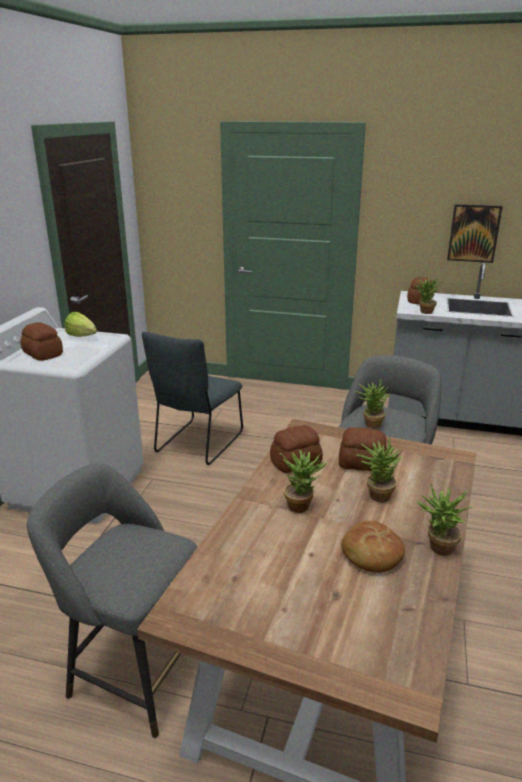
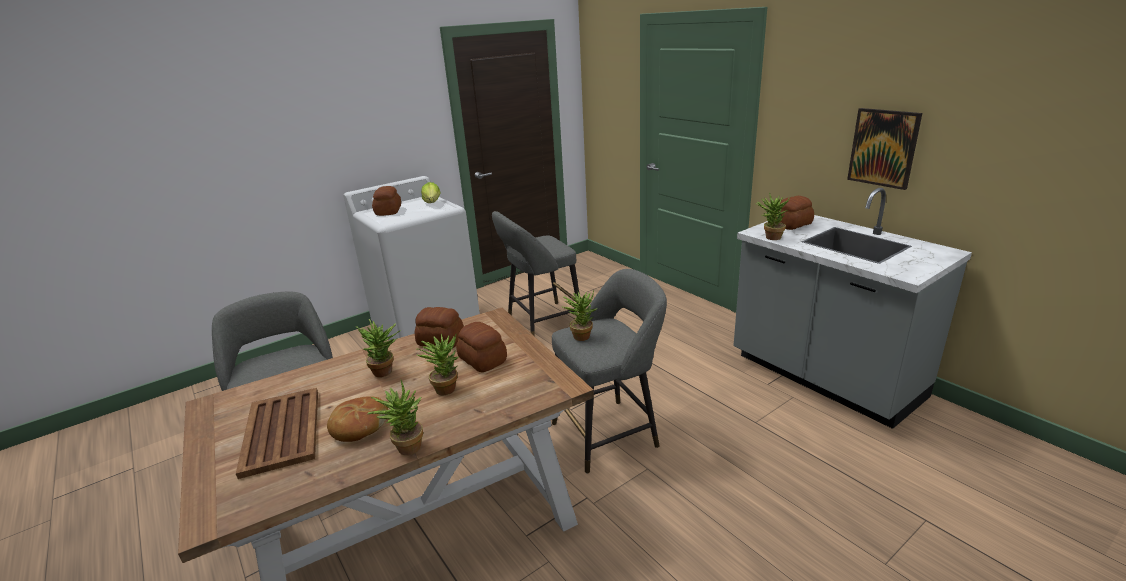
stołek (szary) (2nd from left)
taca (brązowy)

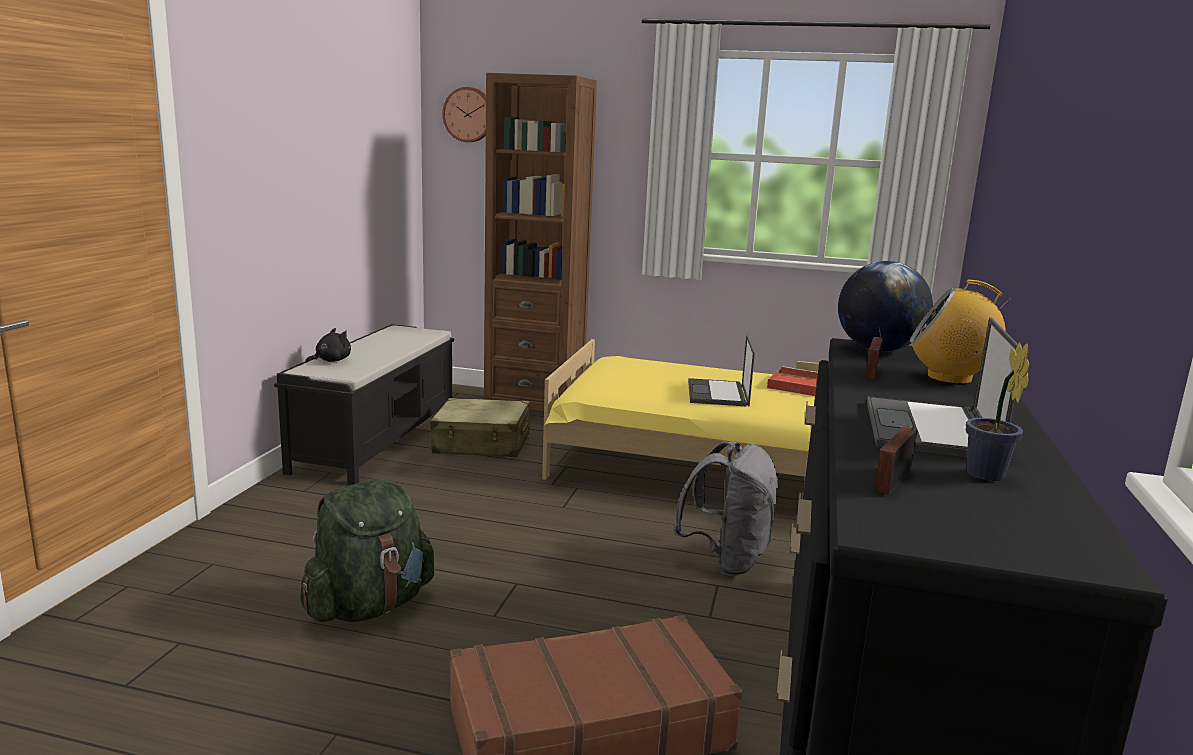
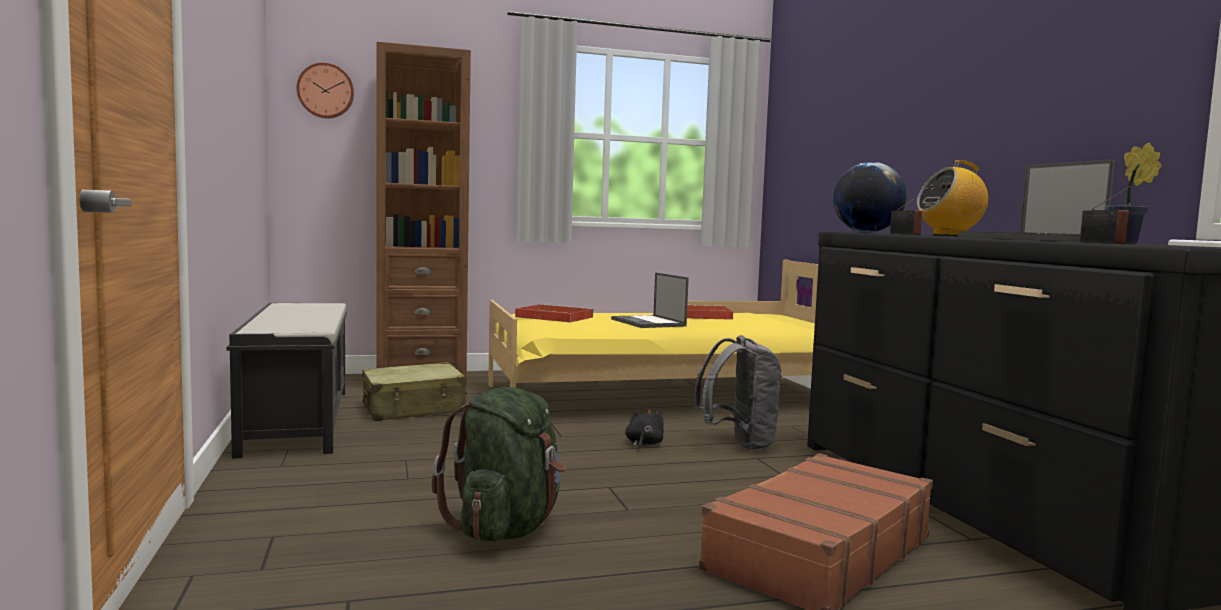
pluszak (czarny)
taca (czerwony) (1st from left)

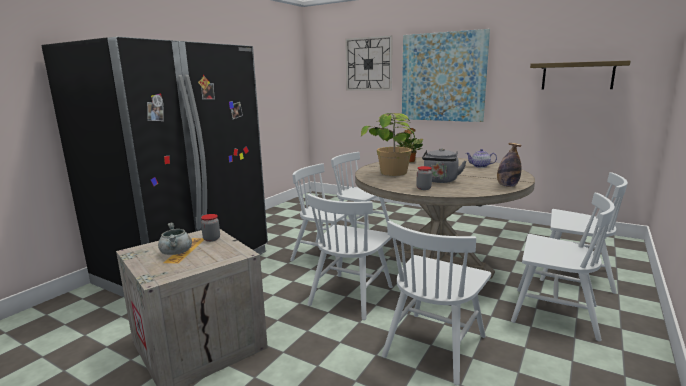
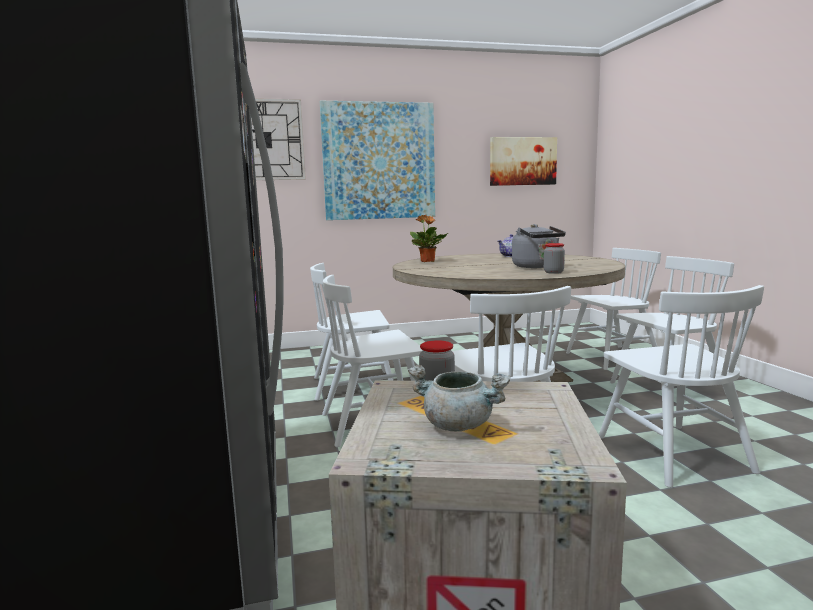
roślina doniczkowa (1st from left in the first image)
butelka
obraz (2nd from left)

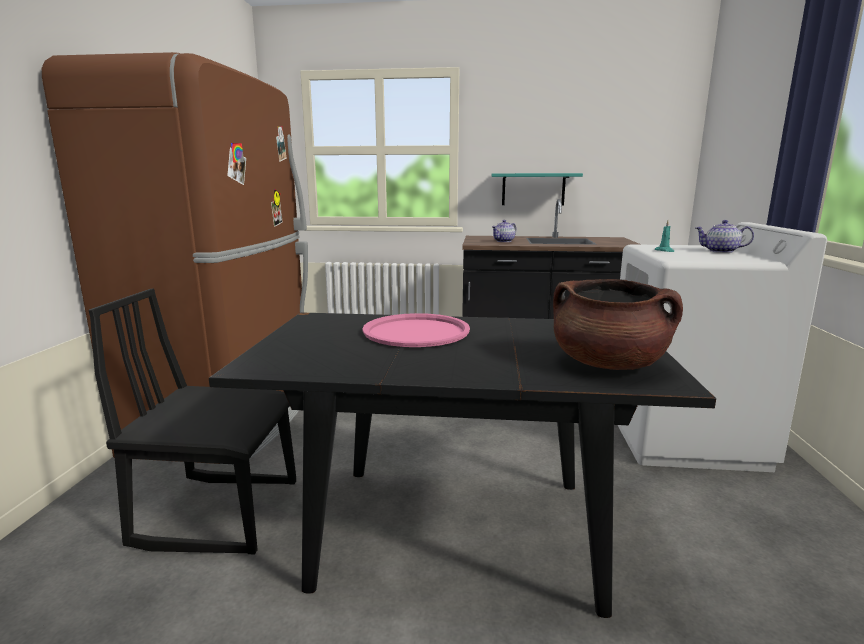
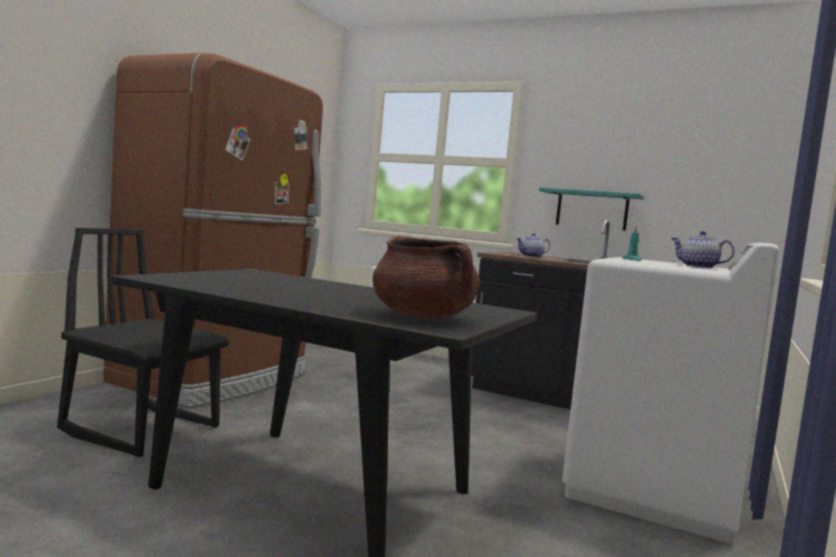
taca (różowy)

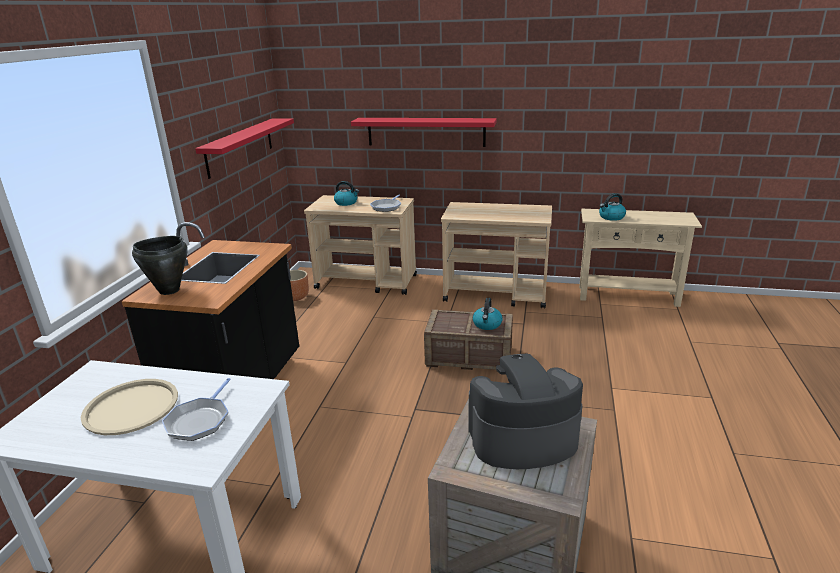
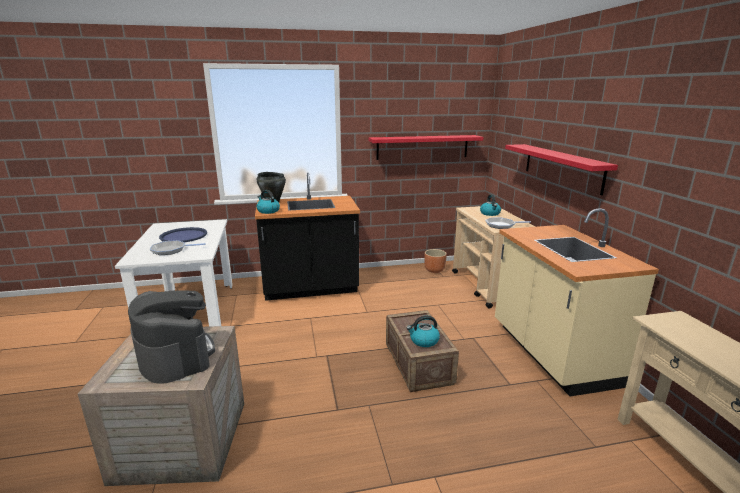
taca (niebieski)
zabudowa kuchenna (beżowy)
czajnik (1st from left)

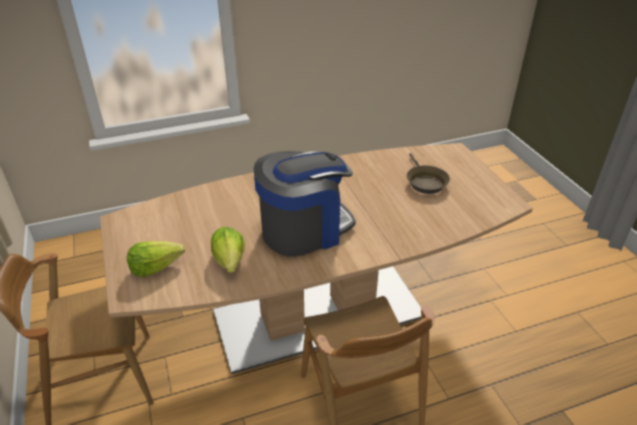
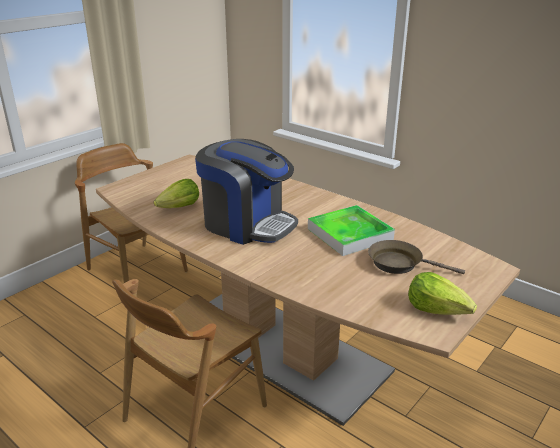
sałata (2nd from left)
patelnia (brązowy)
taca

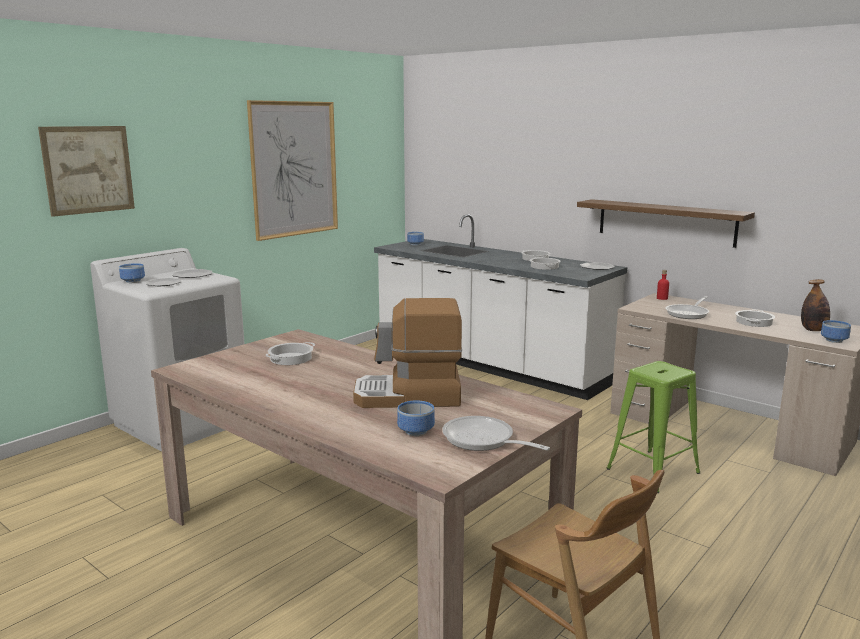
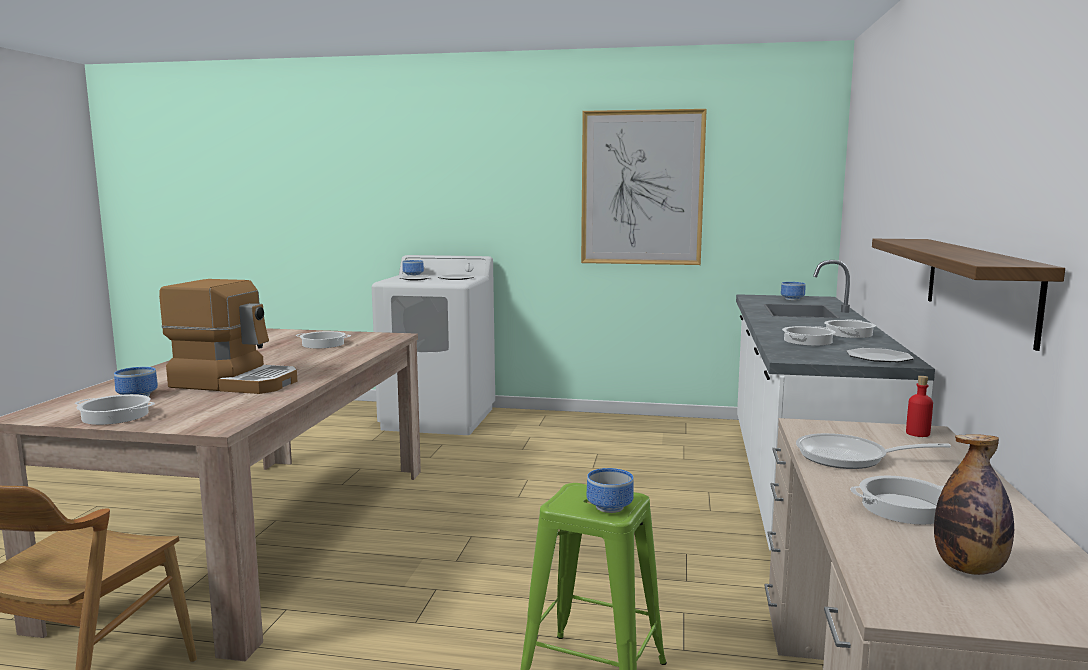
obraz (1st from left in the first image)
ekspres do kawy
garnek (1st from left)
miska (3rd from left)

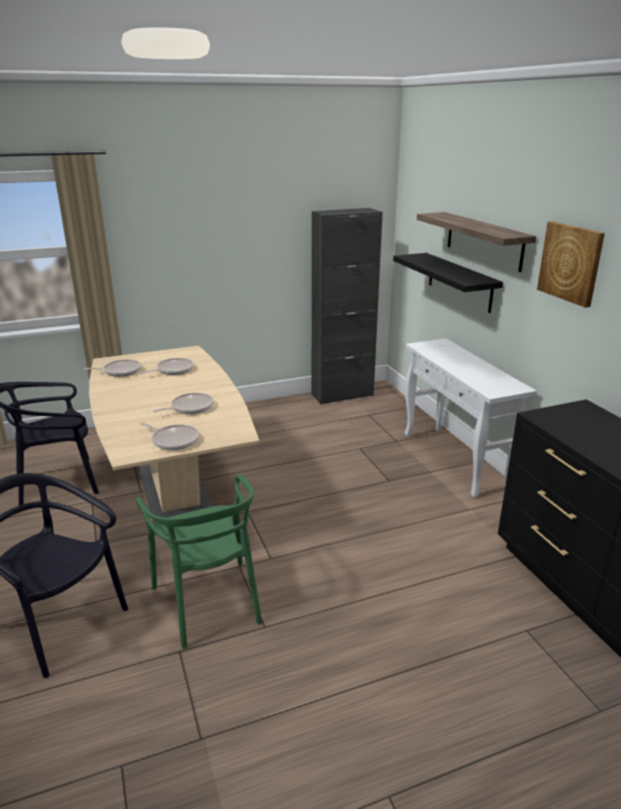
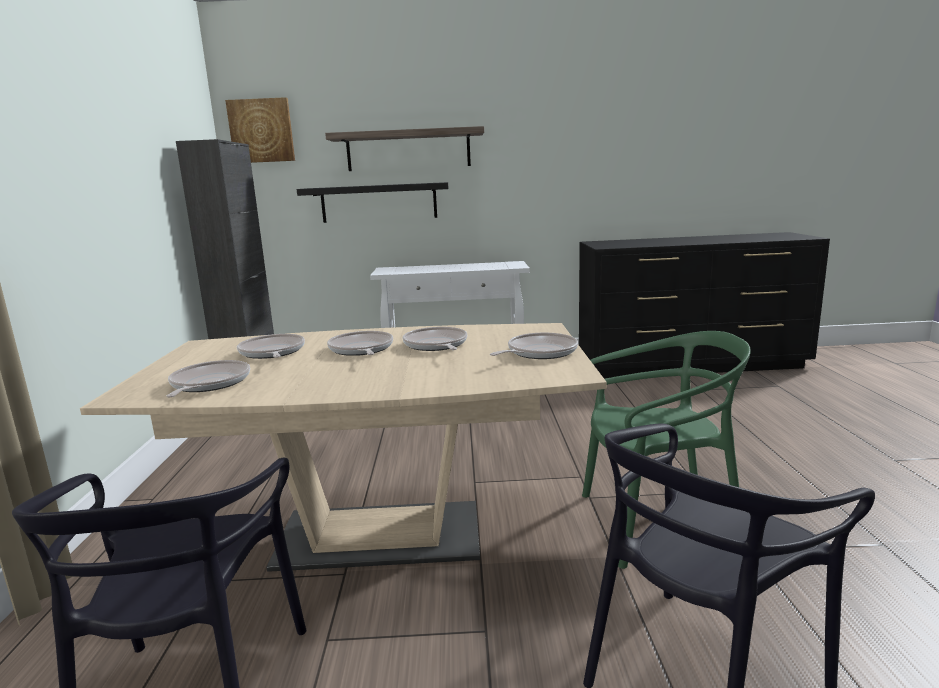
obraz
patelnia (3rd from left)

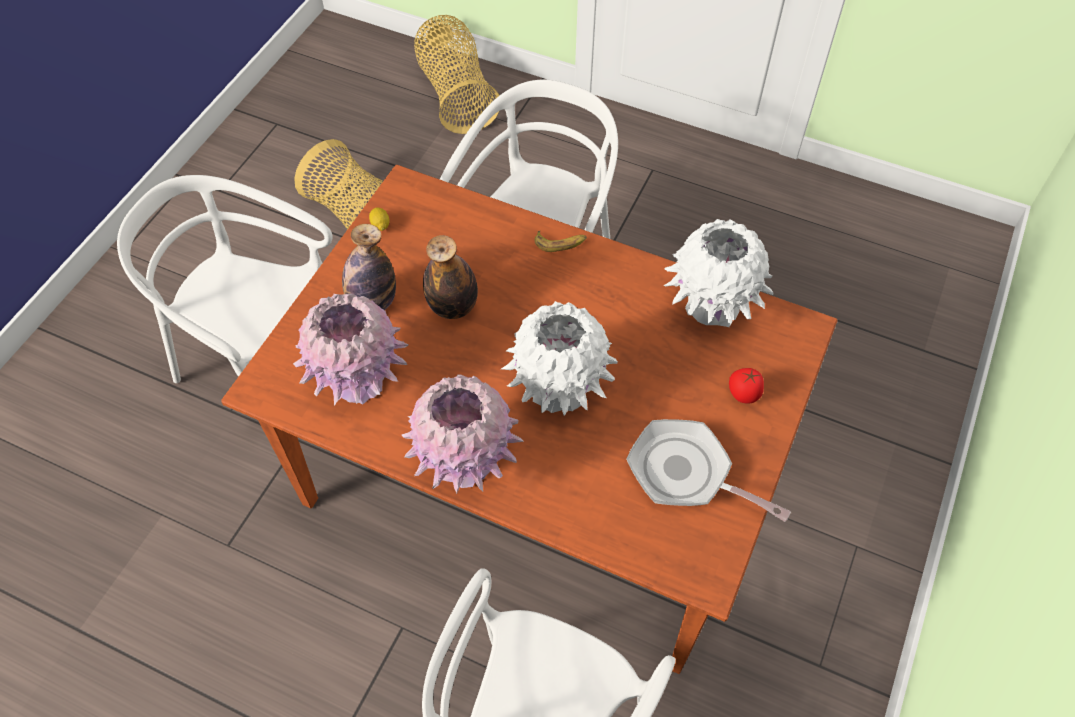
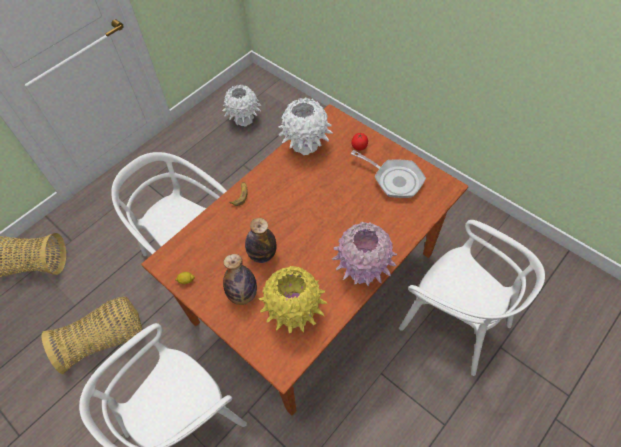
wazon (żółty)
wazon (biały) (1st from left)
patelnia

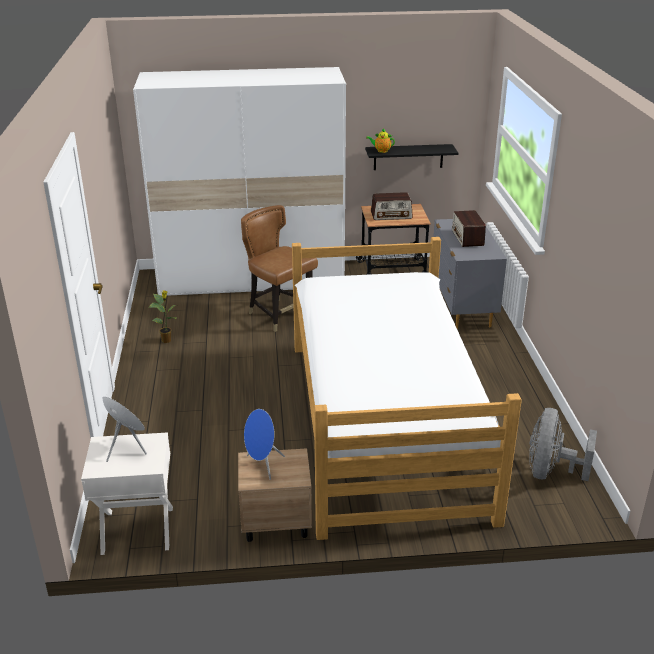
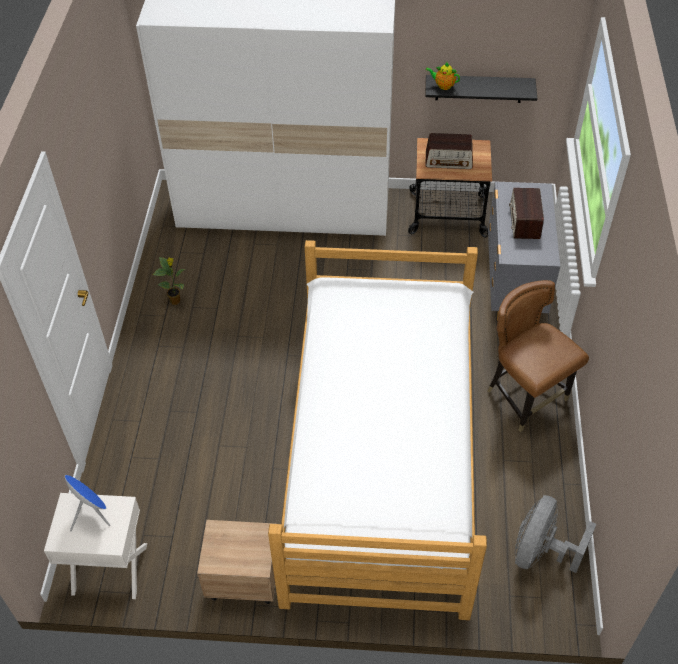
krzesło (brązowy)
głośnik (niebieski) (2nd from left in the first image)

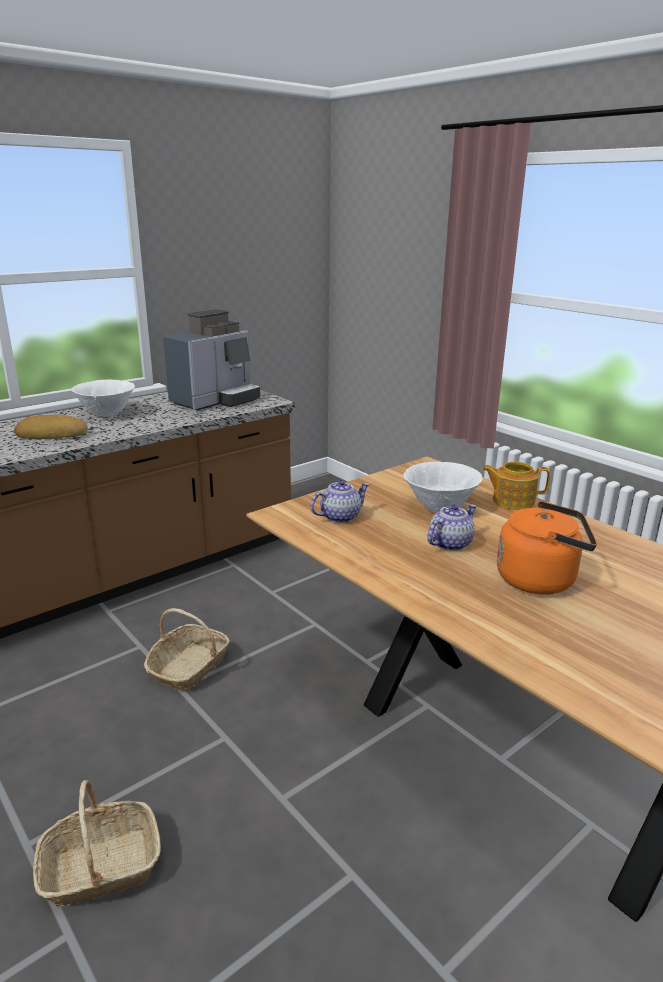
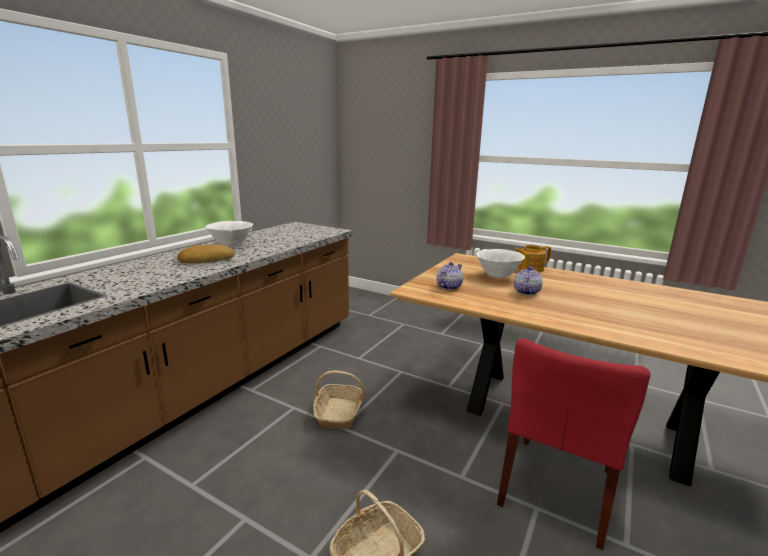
ekspres do kawy
czajnik (pomarańczowy)
krzesło (czerwony)

